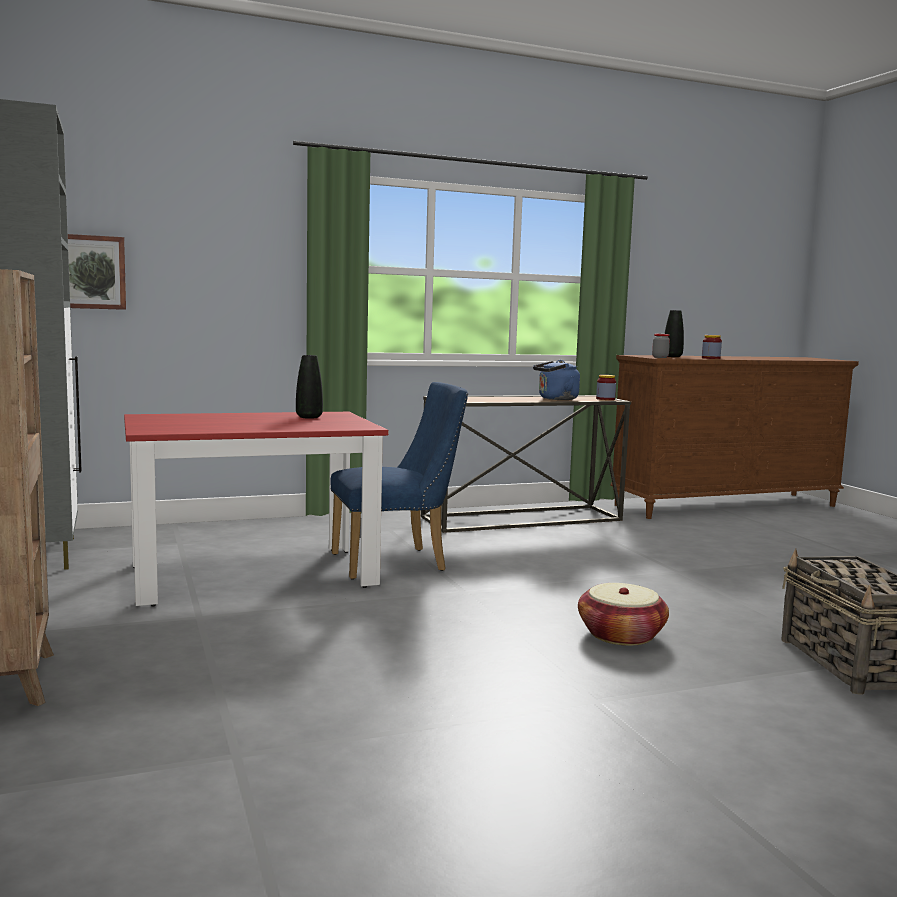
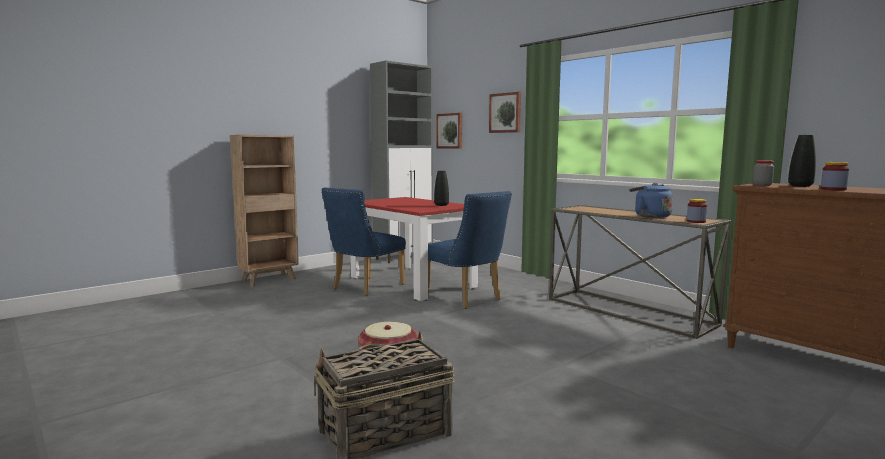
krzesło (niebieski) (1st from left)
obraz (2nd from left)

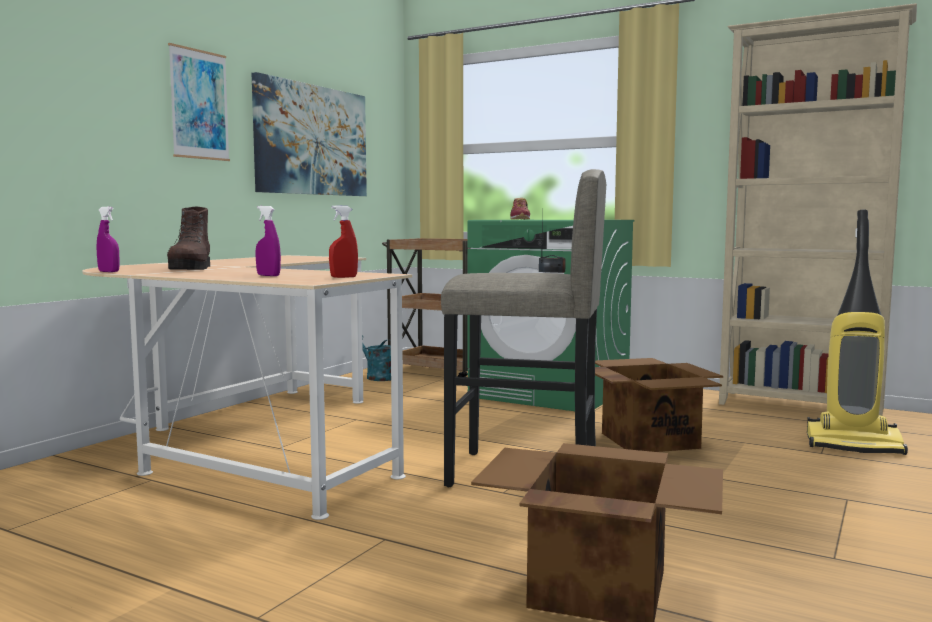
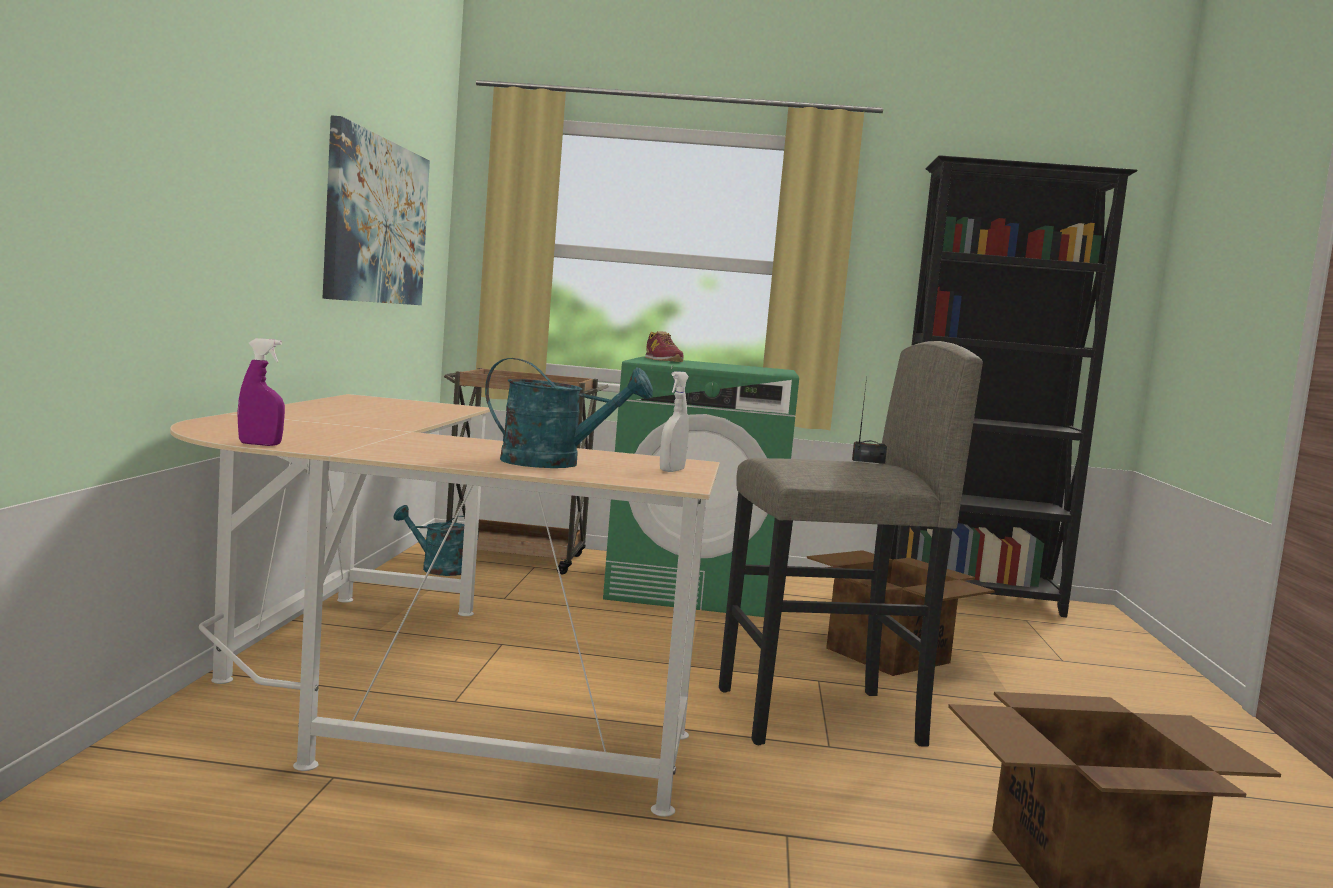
but z cholewką (brązowy)
obraz (1st from left in the first image)
konewka (turkusowy) (2nd from left)
spryskiwacz (biały)
regał (czarny)
odkurzacz

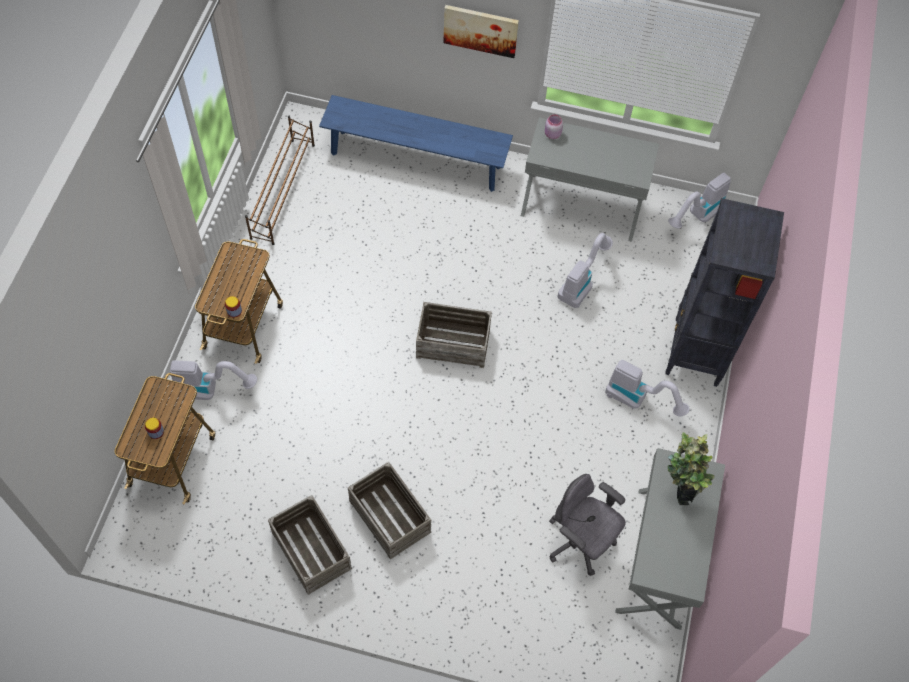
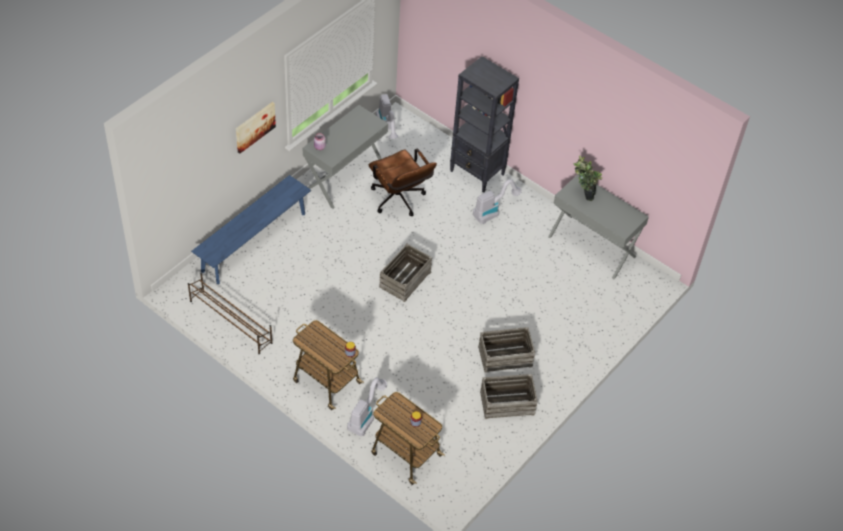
krzesło biurowe (szary)
krzesło biurowe (brązowy)

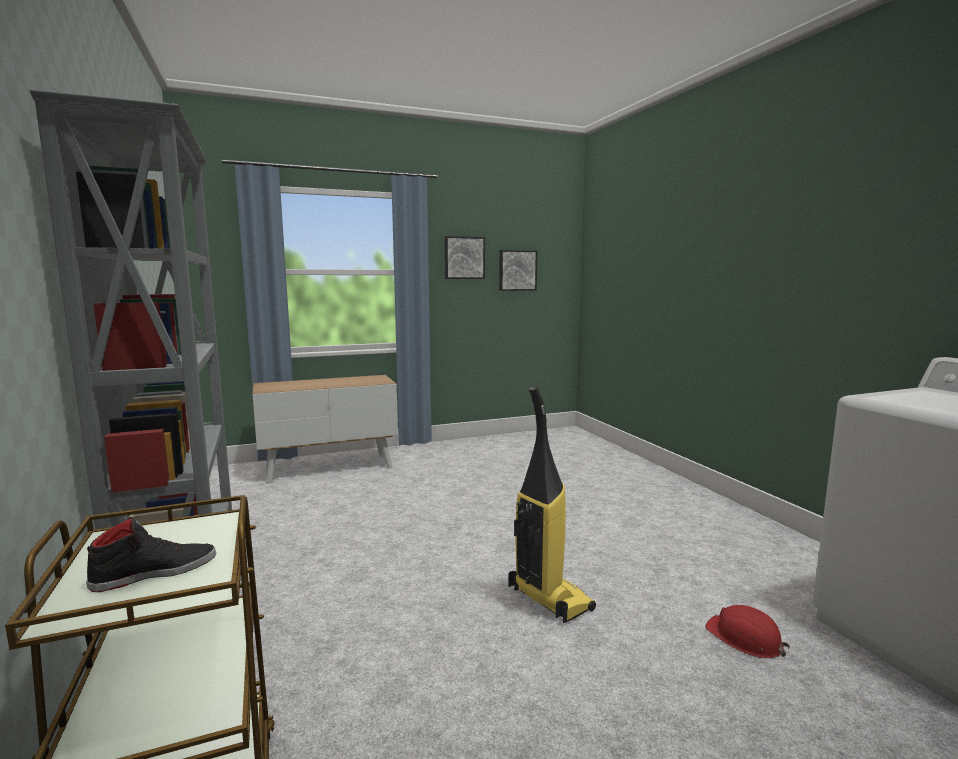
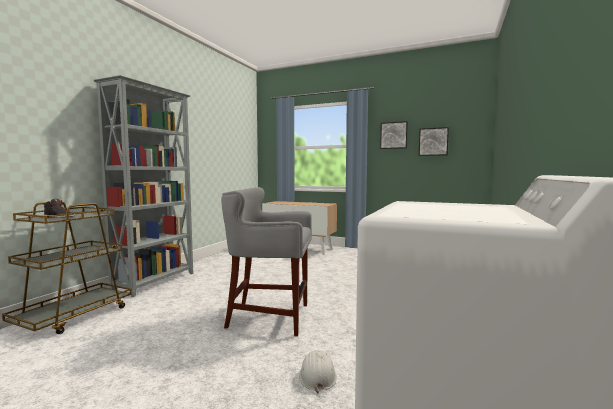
stołek (szary)
kask (biały)

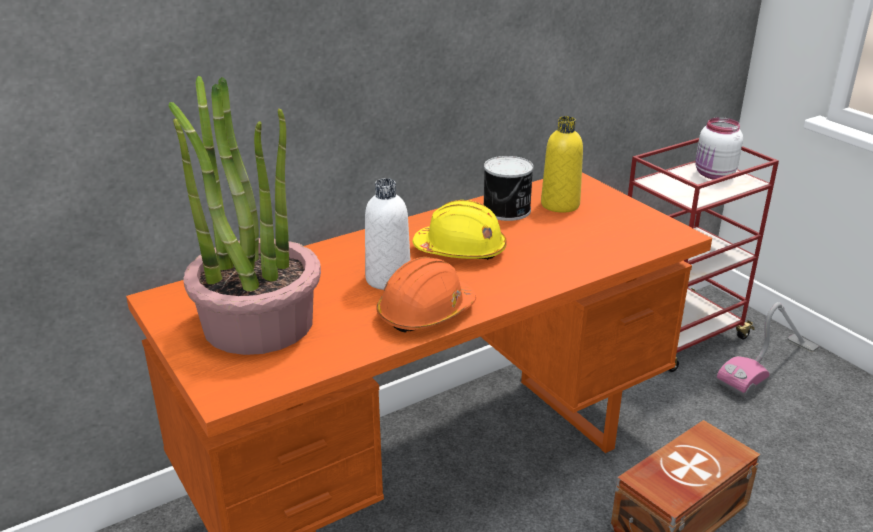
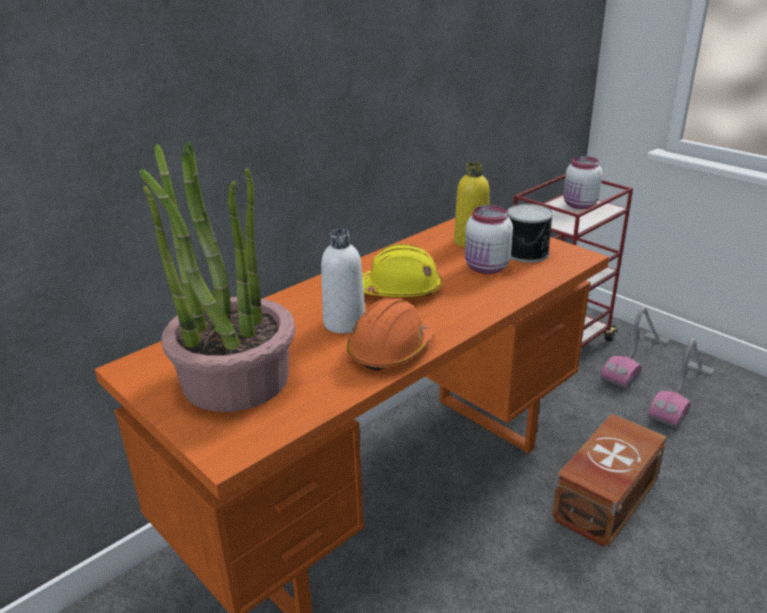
puszka
słoik (biały) (1st from left)
odkurzacz (2nd from left)

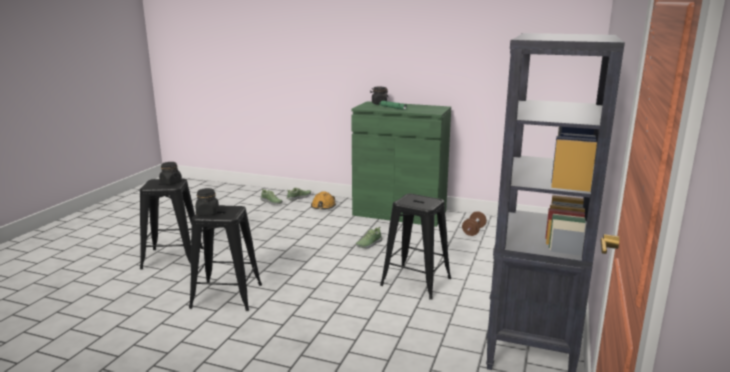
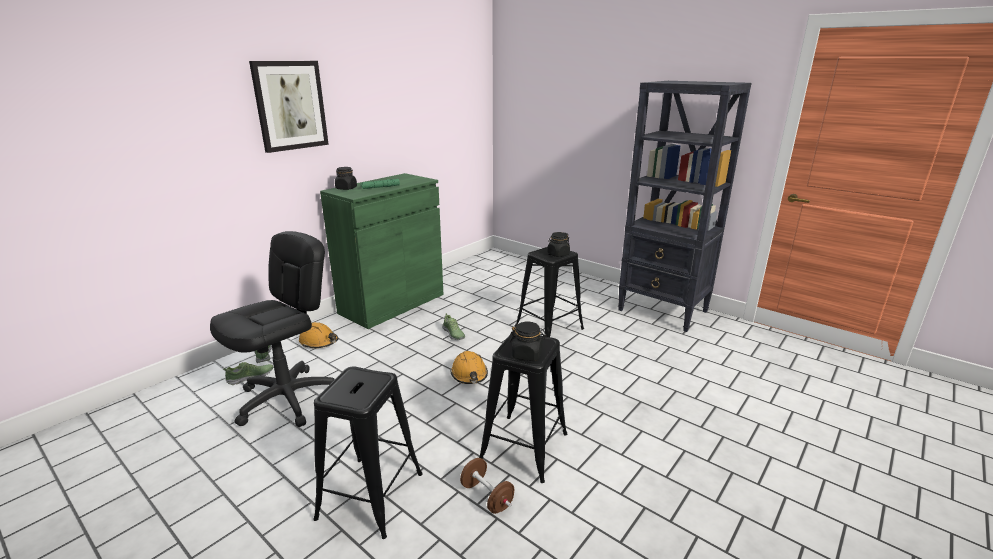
słoik (czarny) (3rd from left)
hantel (brązowy)
krzesło biurowe (czarny)
obraz
kask (pomarańczowy) (2nd from left)

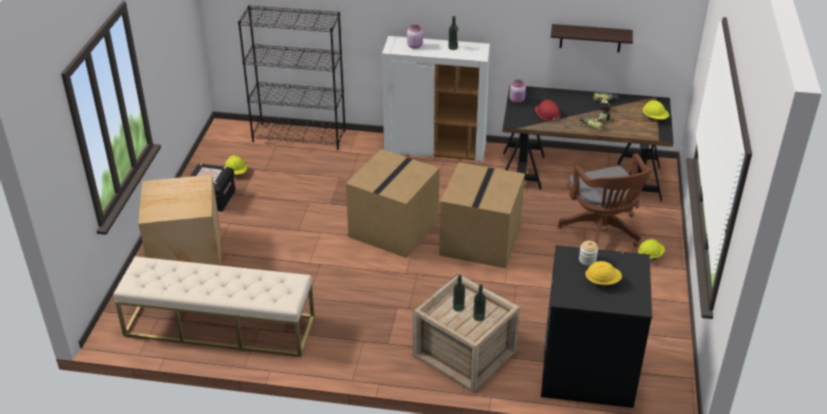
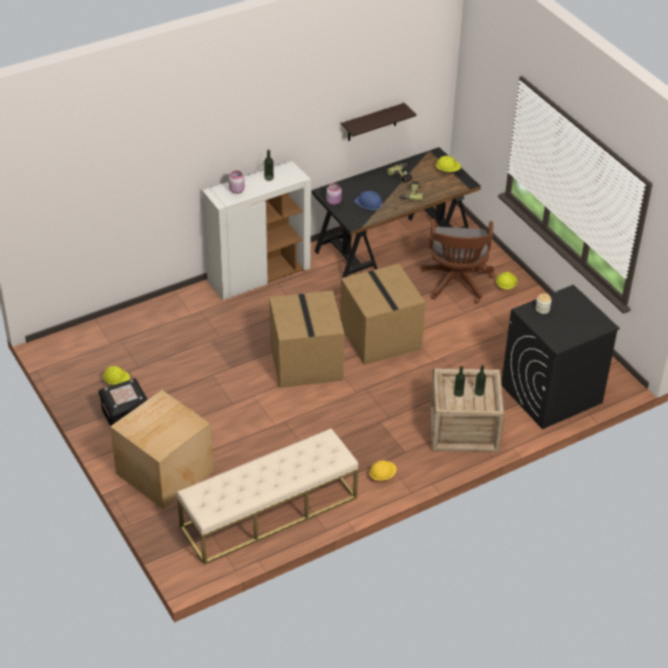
regał (czarny)
kask (niebieski)
krzesło biurowe (brązowy)
kask (żółty) (2nd from left)

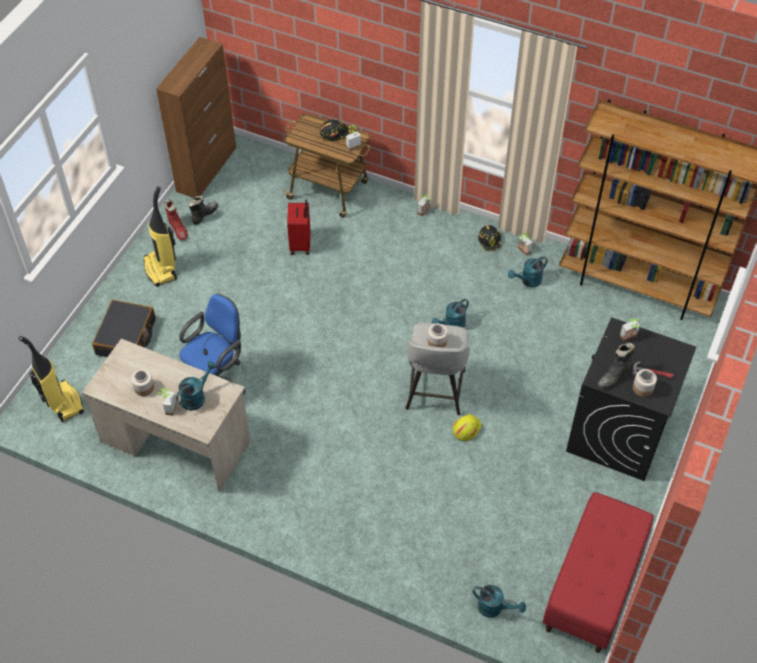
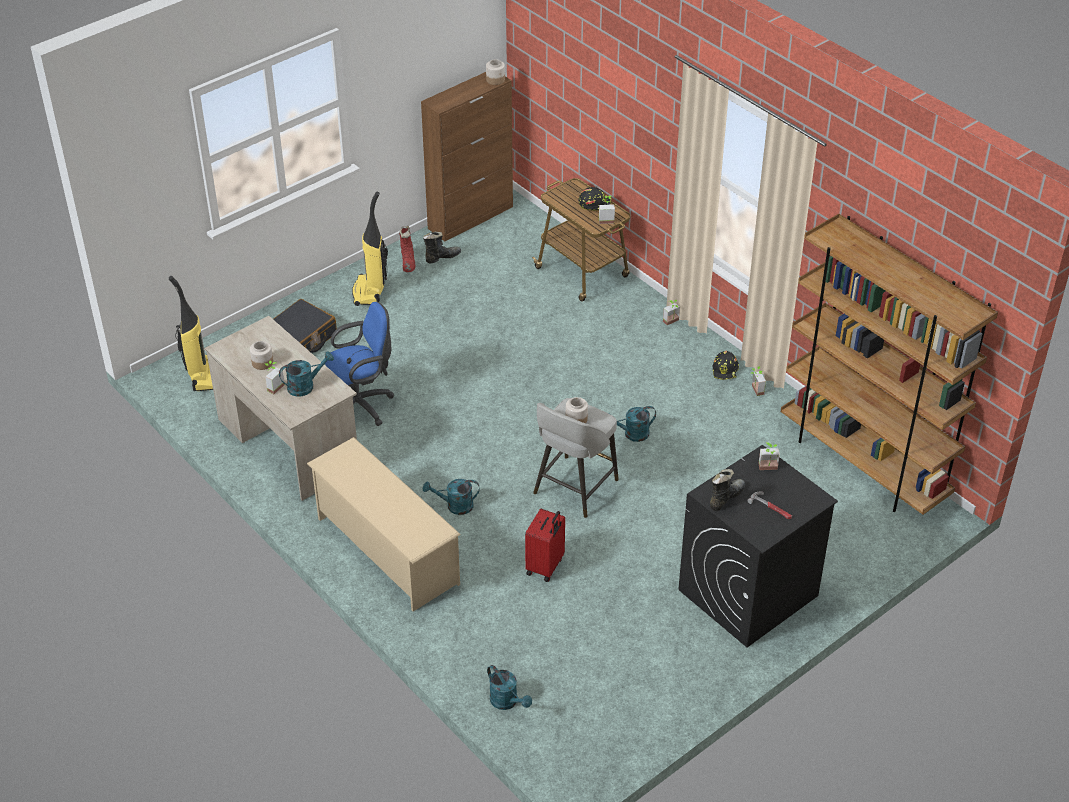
walizka (czerwony)
kask (żółty)
konewka (turkusowy) (2nd from left)
ławka (czerwony)
but z cholewką (czarny) (2nd from left)
słoik (2nd from left)
regał na buty (beżowy)

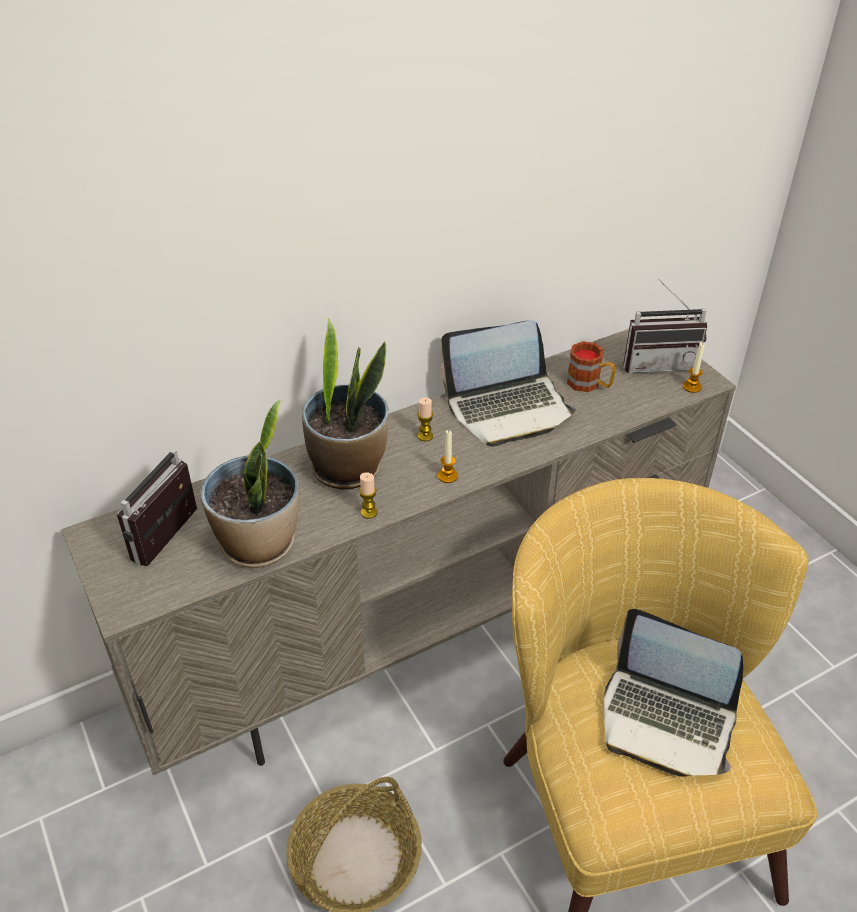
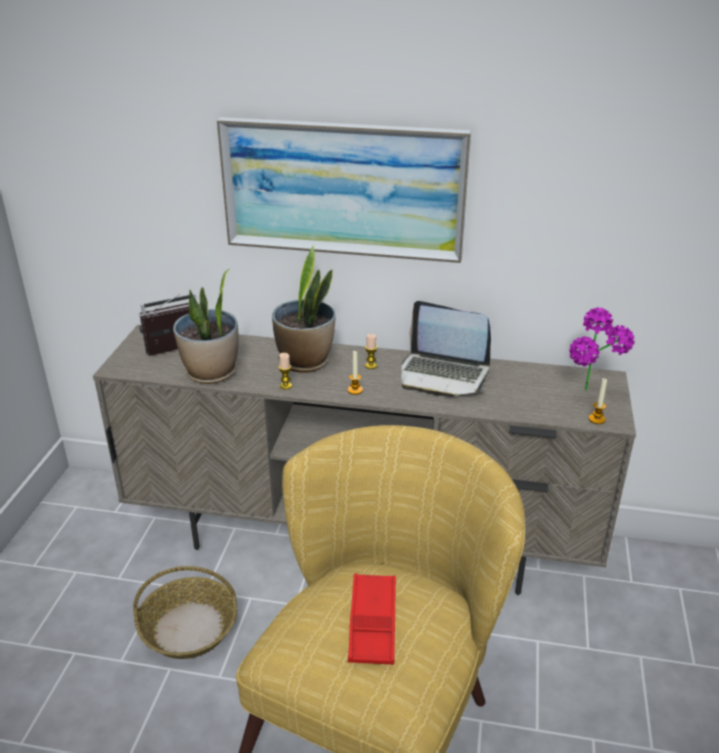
kubek
taca (czerwony)
roślina doniczkowa (3rd from left)
obraz

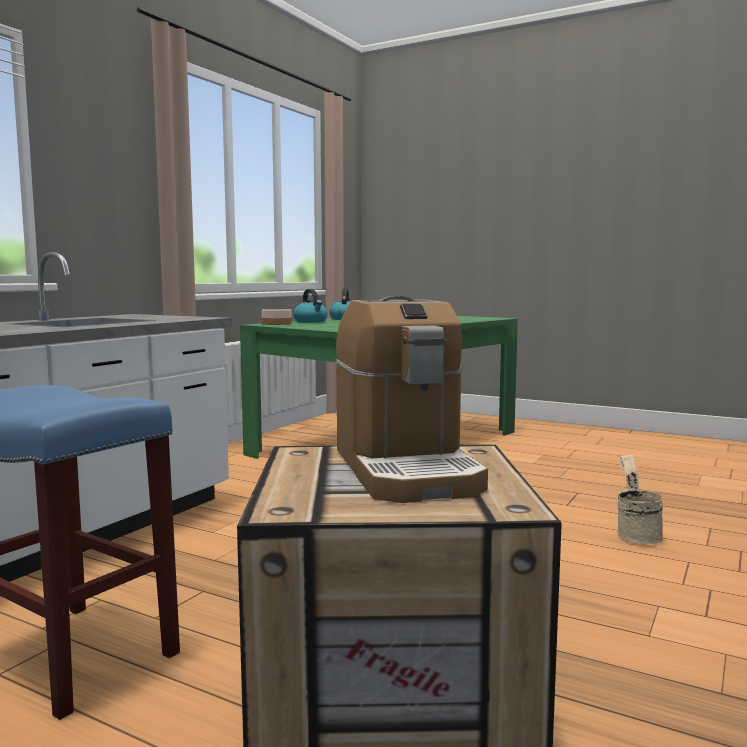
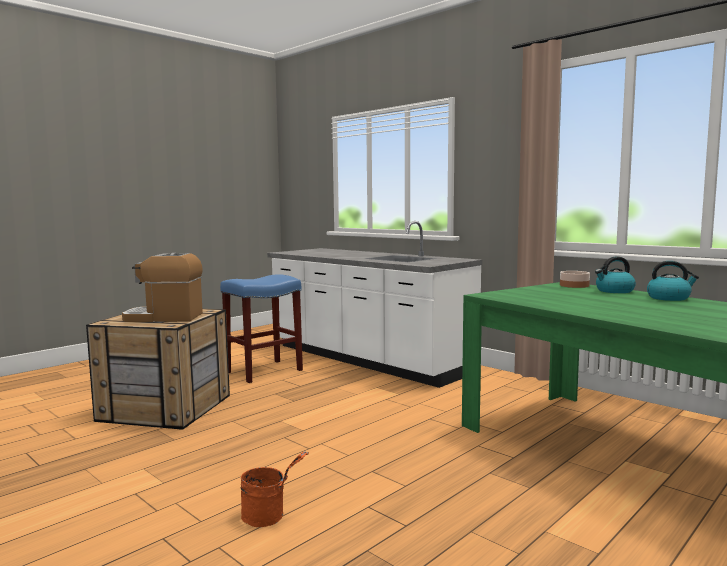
wiadro (pomarańczowy)

